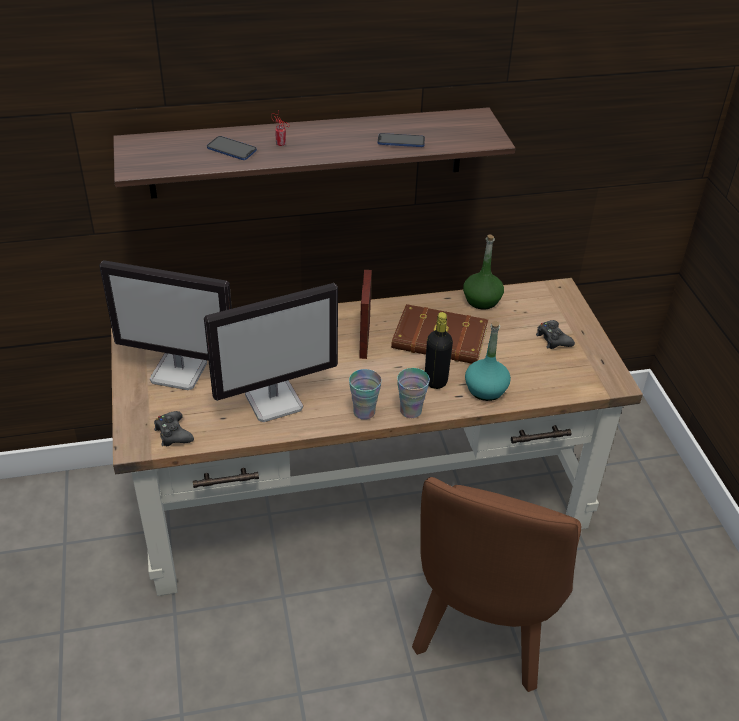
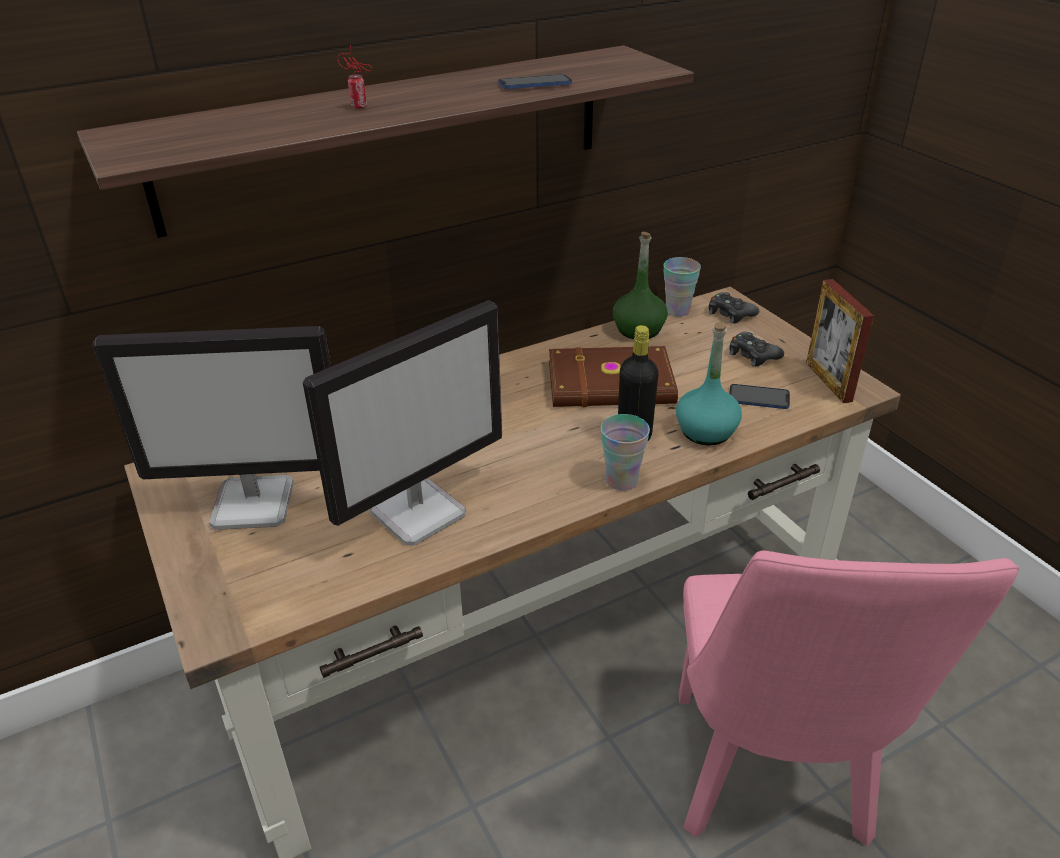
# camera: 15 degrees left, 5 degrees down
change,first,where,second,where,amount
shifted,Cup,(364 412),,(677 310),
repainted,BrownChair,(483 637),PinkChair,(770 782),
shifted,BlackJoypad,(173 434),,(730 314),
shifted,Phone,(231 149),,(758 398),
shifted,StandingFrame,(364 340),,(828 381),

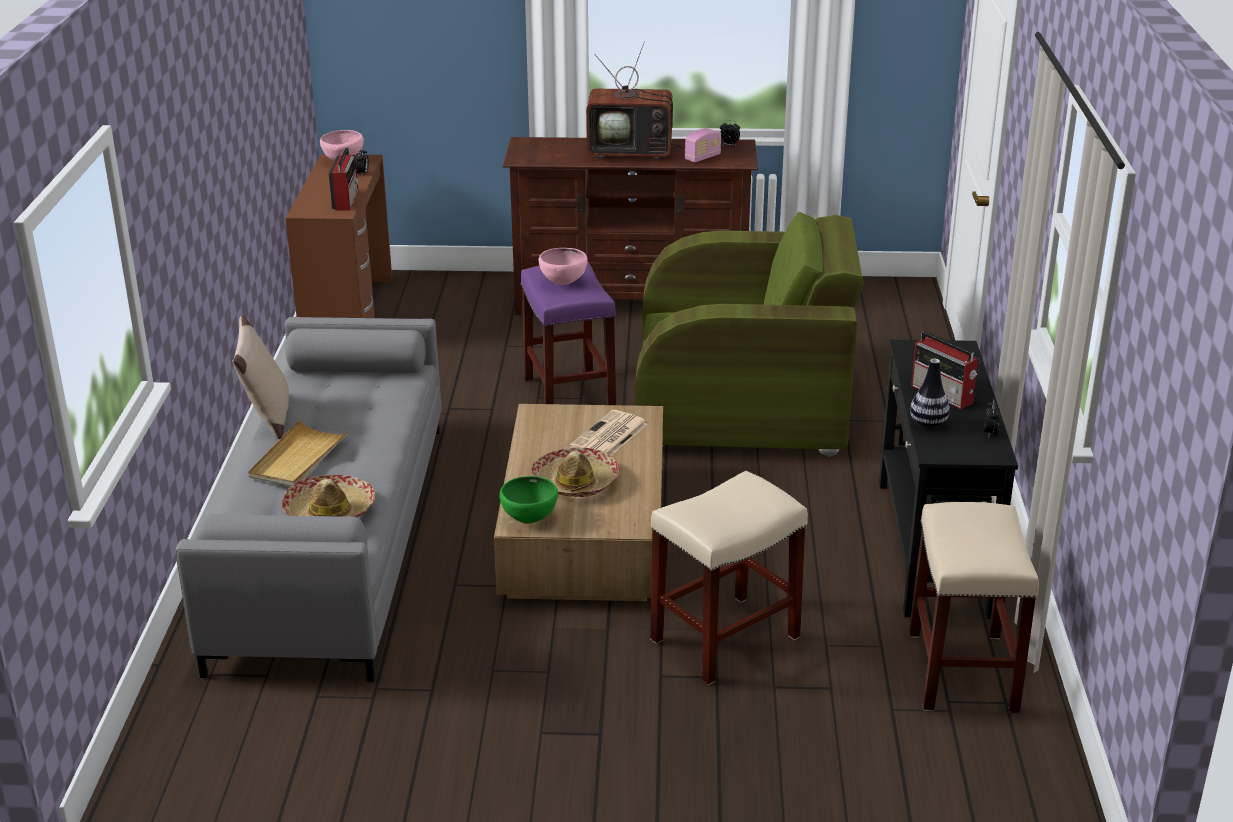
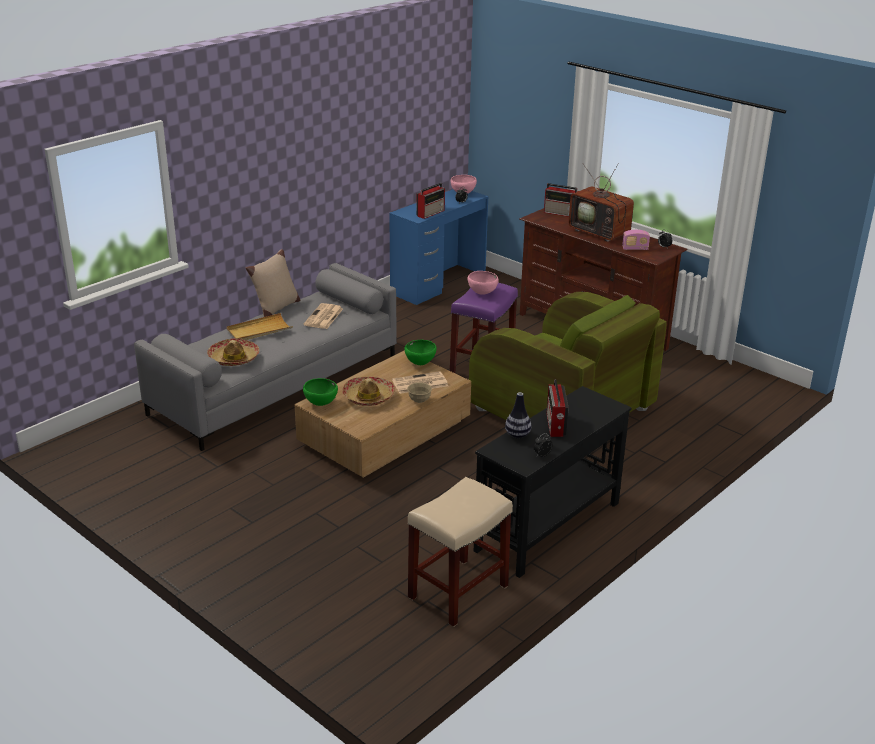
# camera: 40 degrees right, 0 degrees up
change,first,where,second,where,amount
new,,,DailyPaper,(323 317),
repainted,BrownDesk,(347 315),BlueColouredDesk,(438 283),
new,,,GreenishBowl,(420 363),
new,,,BeigeBowl,(419 400),
new,,,RadioReceiver,(561 213),
gone,BeigeStoolSeat,(725 638),,,

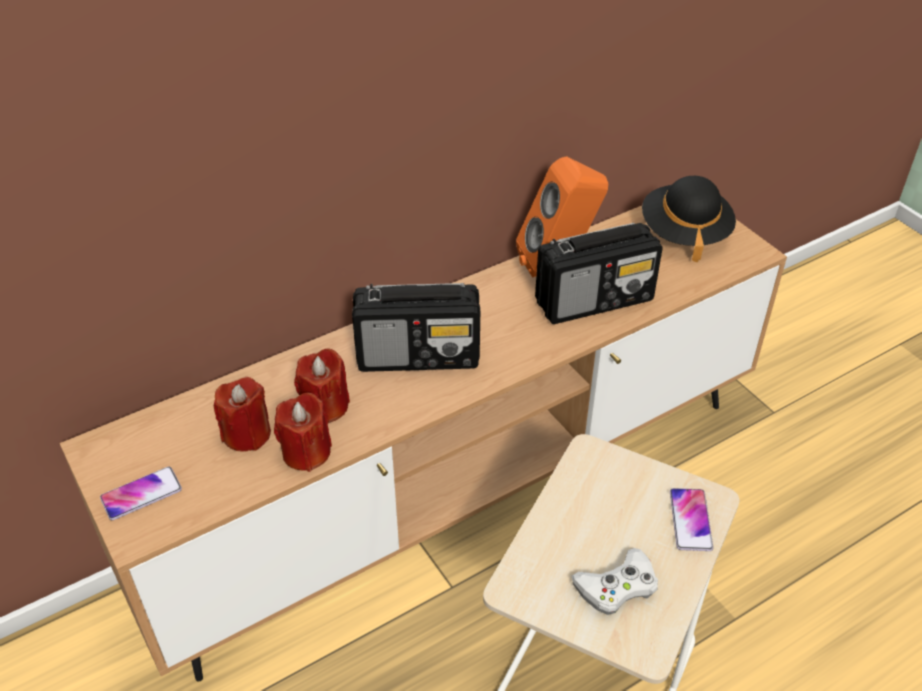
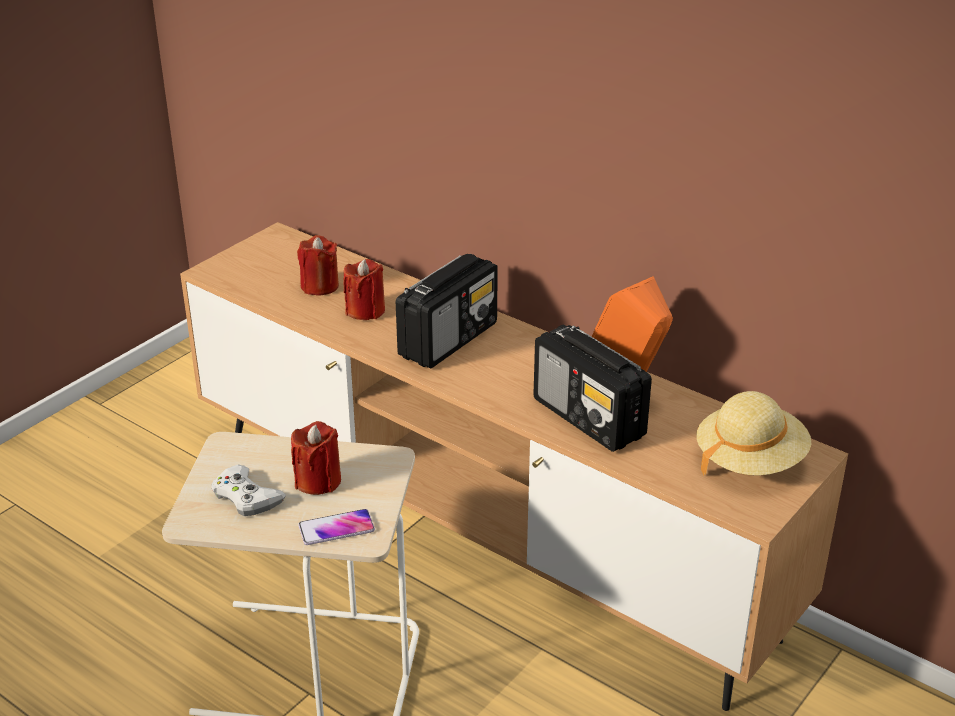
# camera: 70 degrees right, 10 degrees down
change,first,where,second,where,amount
shifted,ReddishWaxCandle,(306 452),,(318 481),
rotated,RadioReceiver,(419 356),,(449 339),120 degrees counterclockwise
repainted,BlackWearableHat,(684 233),BeigeWearableHat,(749 460),
gone,Phone,(141 494),,,

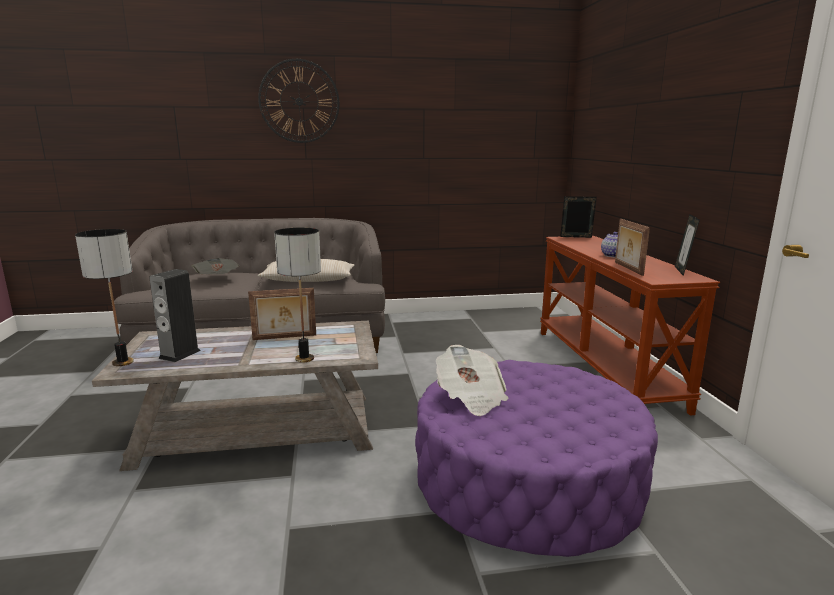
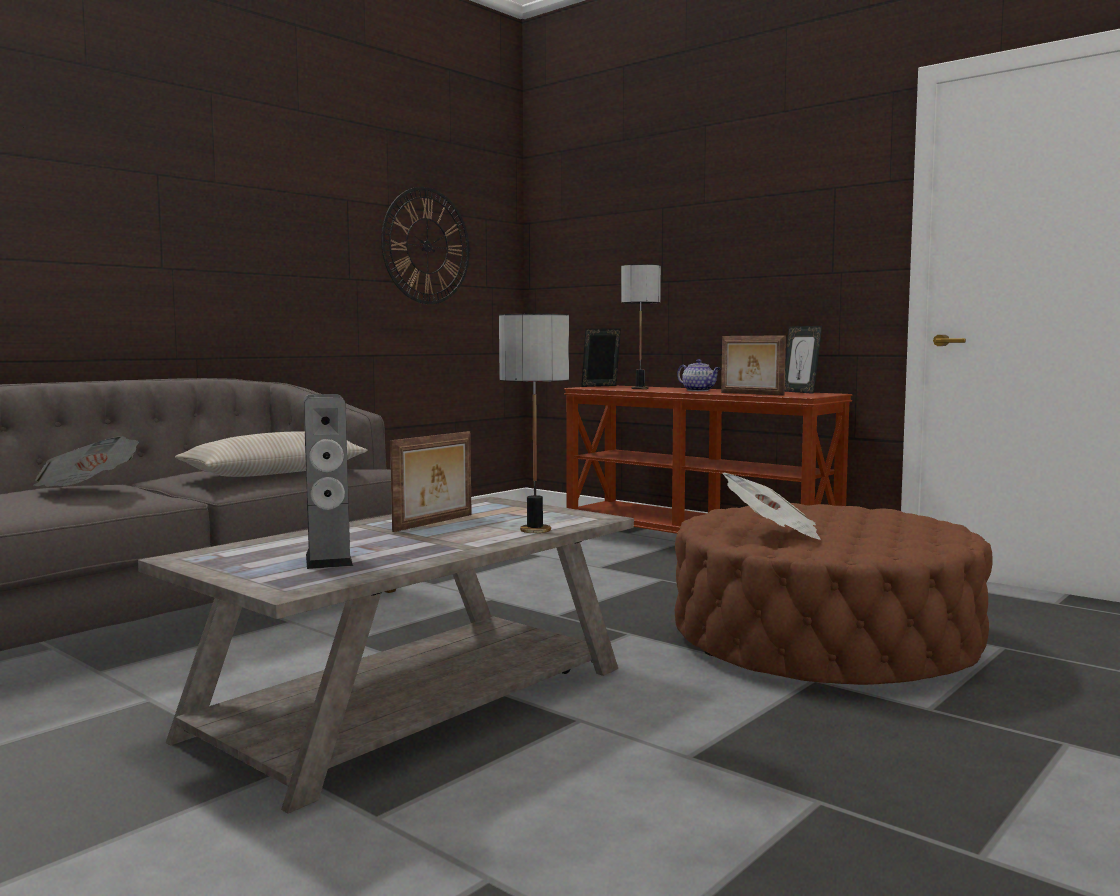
# camera: 40 degrees left, 10 degrees down
change,first,where,second,where,amount
shifted,HangingClock,(299 101),,(427 246),
shifted,TabletopLamp,(122 362),,(639 388),
repainted,PurplePouffe,(527 481),BrownPouffe,(823 641),

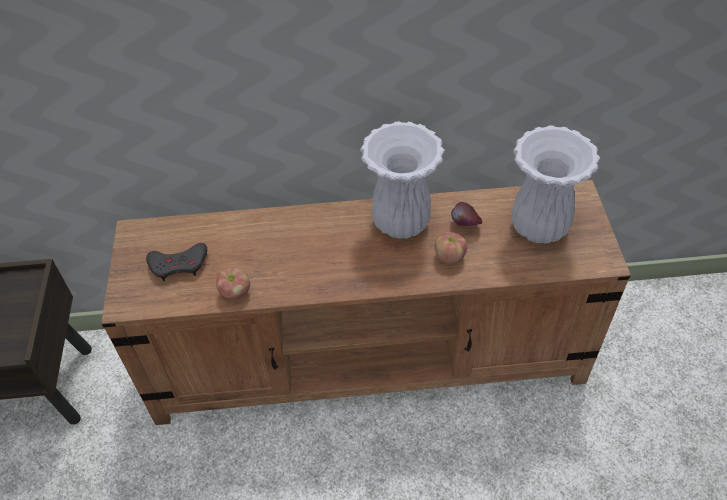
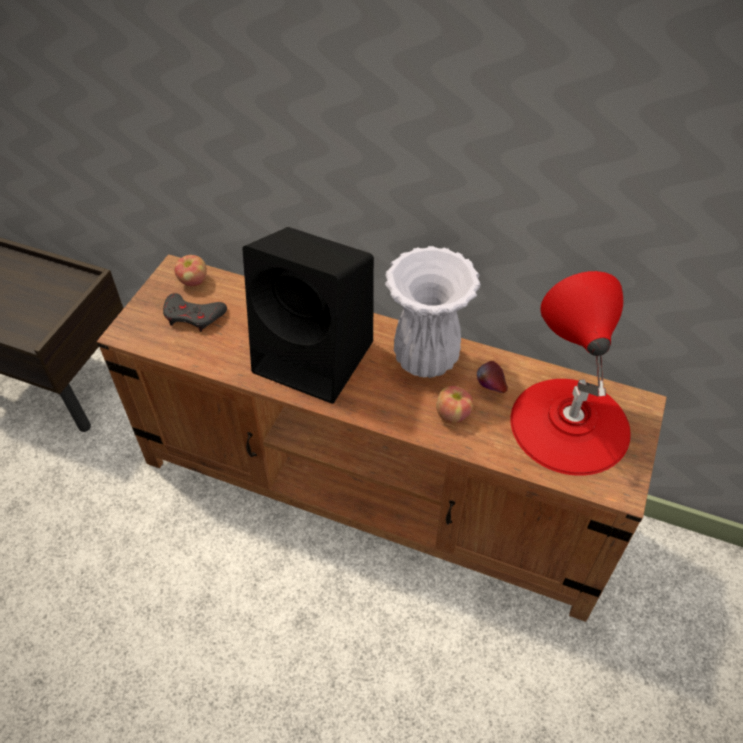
# camera: 25 degrees right, 0 degrees up
change,first,where,second,where,amount
shifted,Apple,(236 292),,(193 281),
new,,,BlackLoudspeaker,(317 357),
swapped,WhiteColouredFlowerVase,(539 228),ReddishTabletopLamp,(569 424),

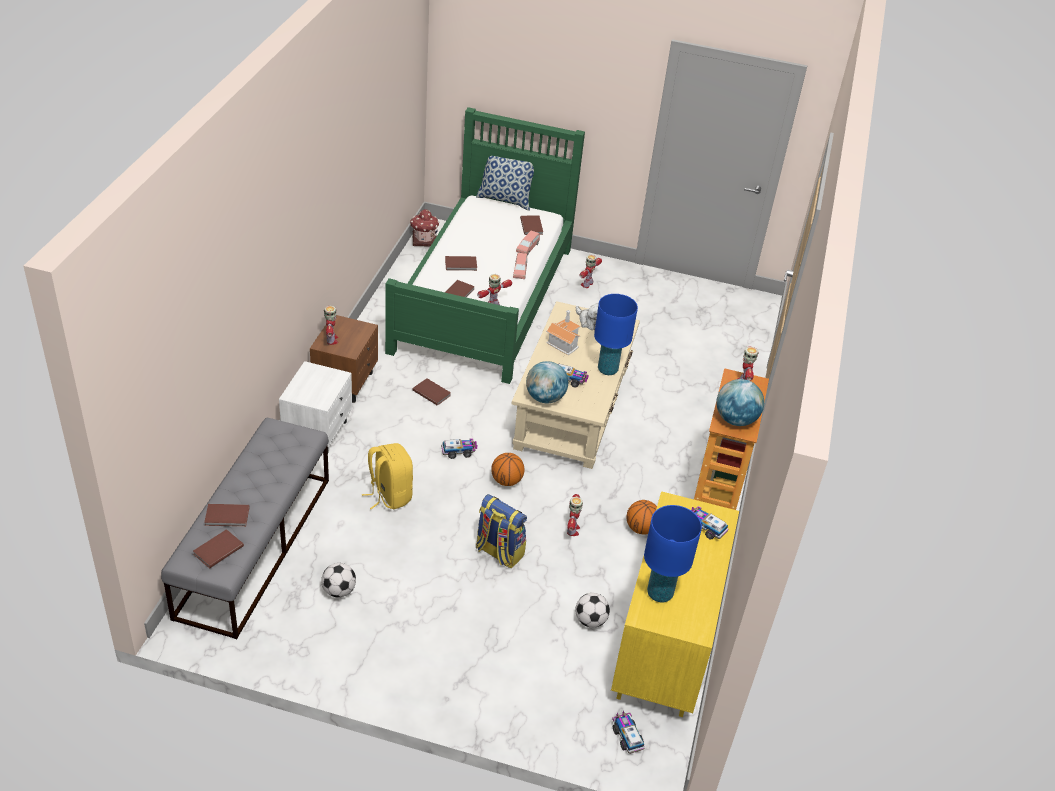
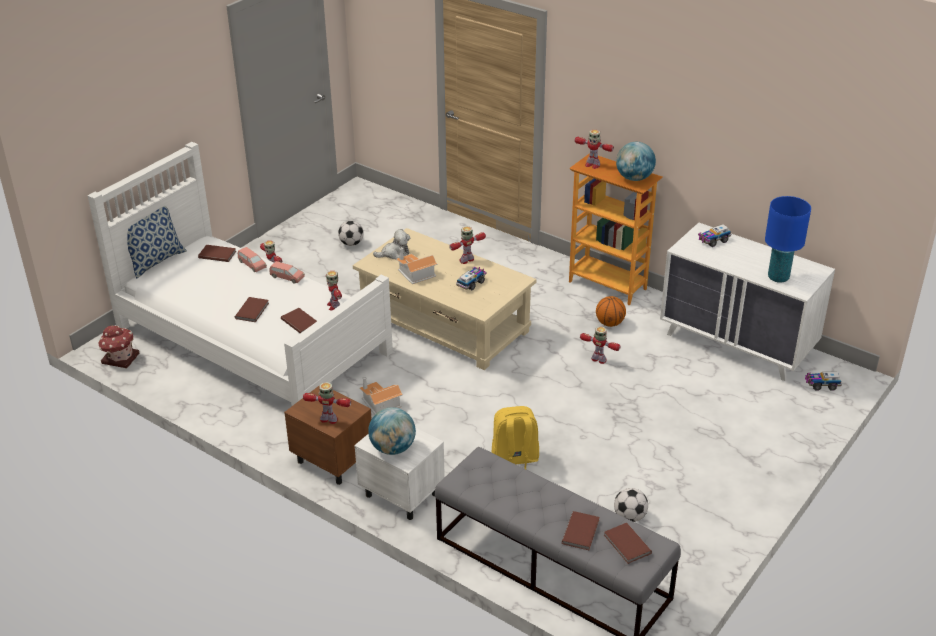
# camera: 65 degrees left, 5 degrees down
change,first,where,second,where,amount
repainted,GreenishBedroomBed,(484 298),WhiteColouredBedroomBed,(251 339),
shifted,Football,(590 621),,(351 244),
swapped,BrownBook,(432 392),MiniatureHouse,(379 404),
shifted,Globe,(545 398),,(392 448),
swapped,BlueColouredTabletopLamp,(607 369),ToyRobot,(467 260),
repainted,YellowColouredChestOfDrawers,(664 646),WhiteColouredChestOfDrawers,(737 344),
gone,ToyLorry,(459 452),,,
gone,Backpack,(498 552),,,
gone,BasketballBall,(506 481),,,

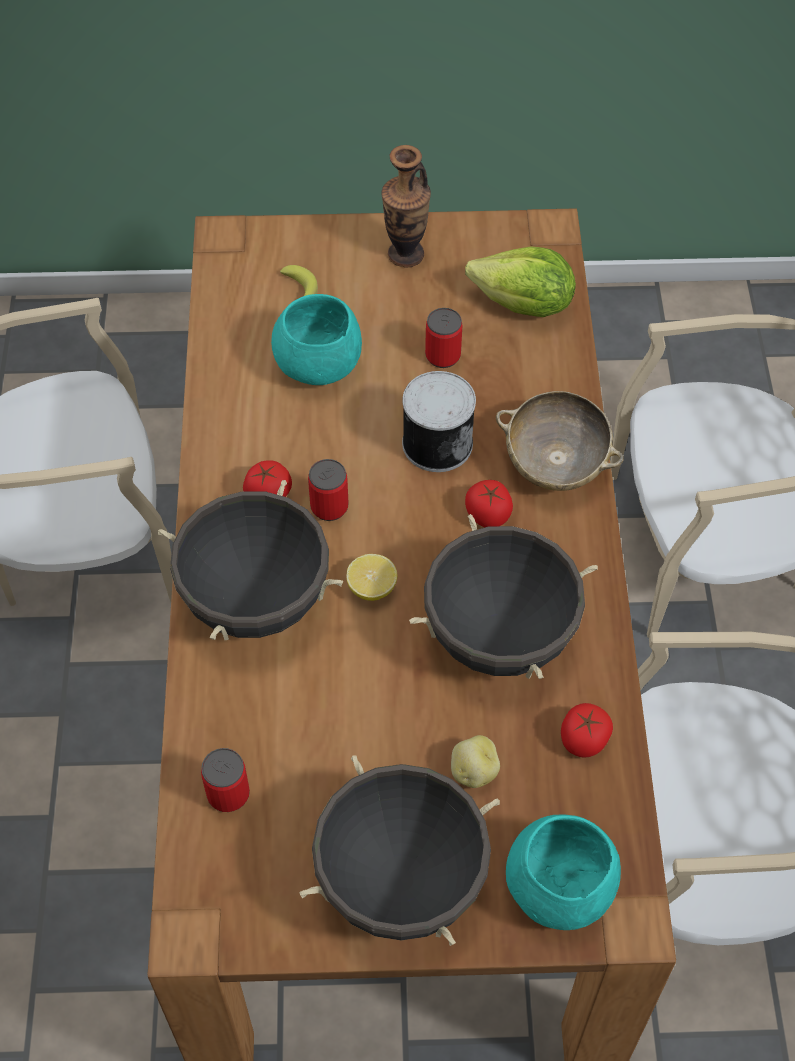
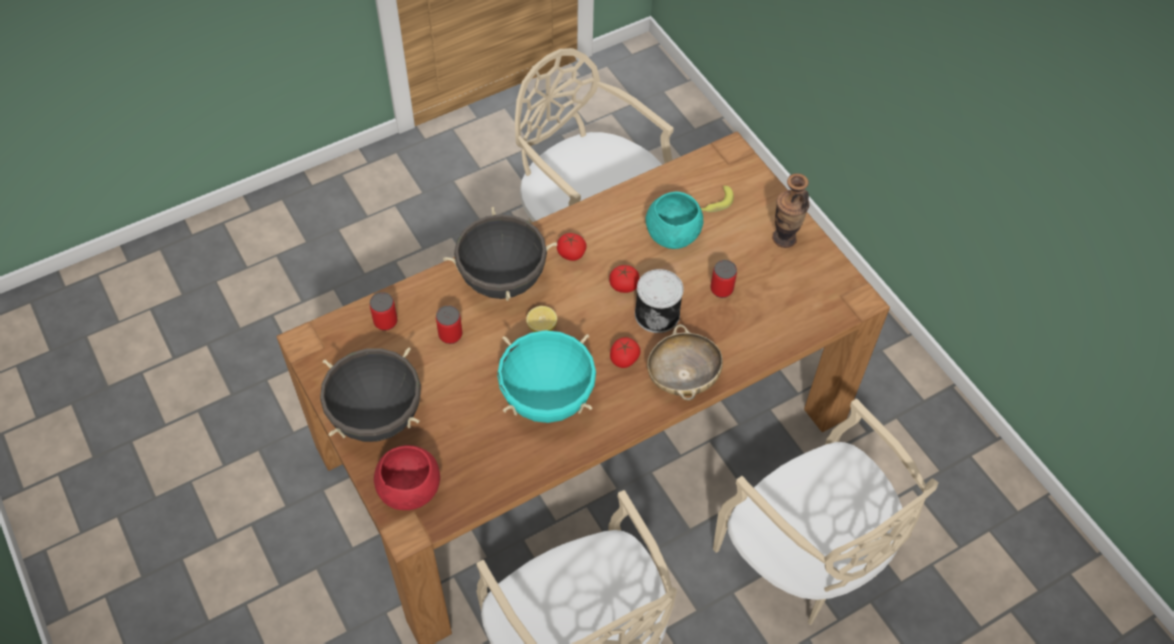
# camera: 60 degrees right, 0 degrees up
change,first,where,second,where,amount
repainted,BlueGreenBowl,(559 889),ReddishBowl,(409 490),
shifted,SealedCan,(329 507),,(450 335),
repainted,BlackSaucepot,(499 637),BlueGreenSaucepot,(547 399),
shifted,WholeTomato,(583 740),,(623 286),
gone,Potato,(473 771),,,
gone,Lettuce,(523 305),,,

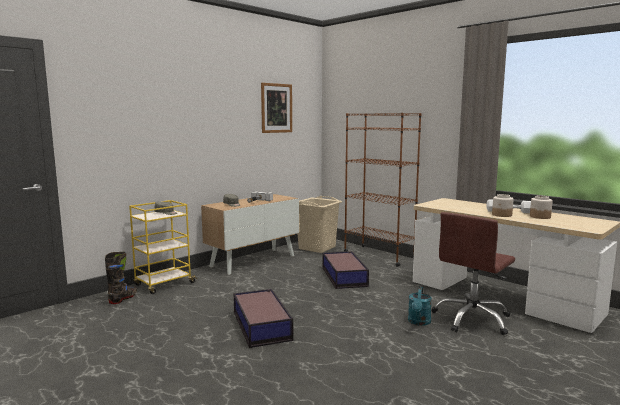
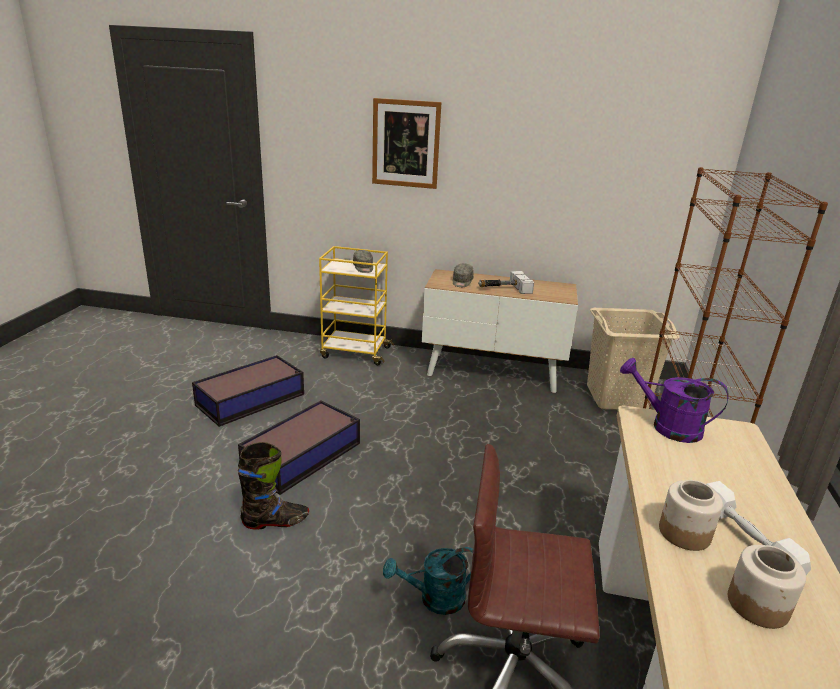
# camera: 55 degrees right, 15 degrees up
change,first,where,second,where,amount
shifted,StorageBox,(344 276),,(252 399),
shifted,BlackTallBoot,(123 298),,(275 521),
shifted,WallArt,(276 108),,(406 144),
new,,,PurpleWateringCan,(667 427),

